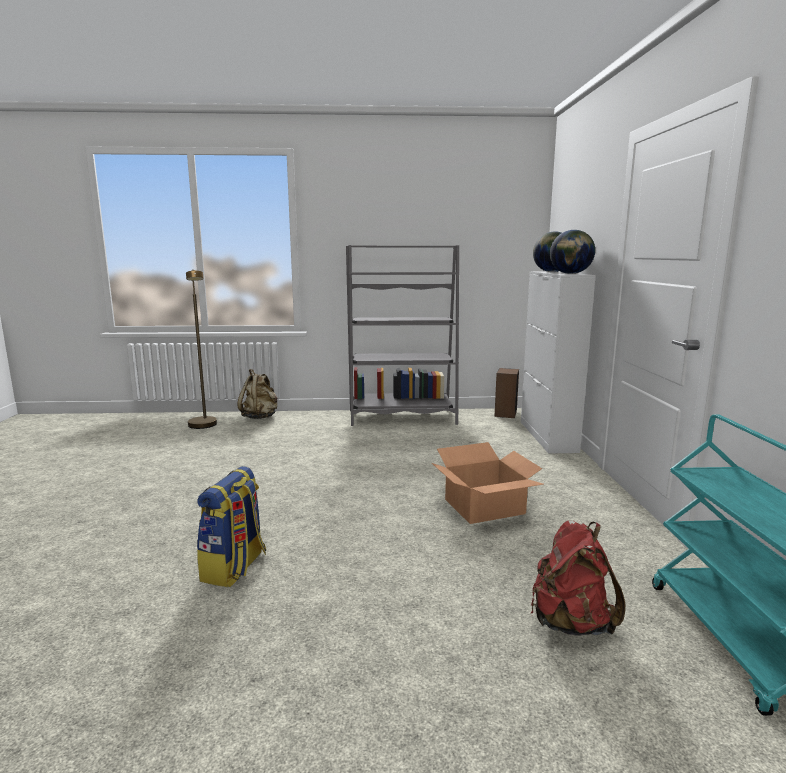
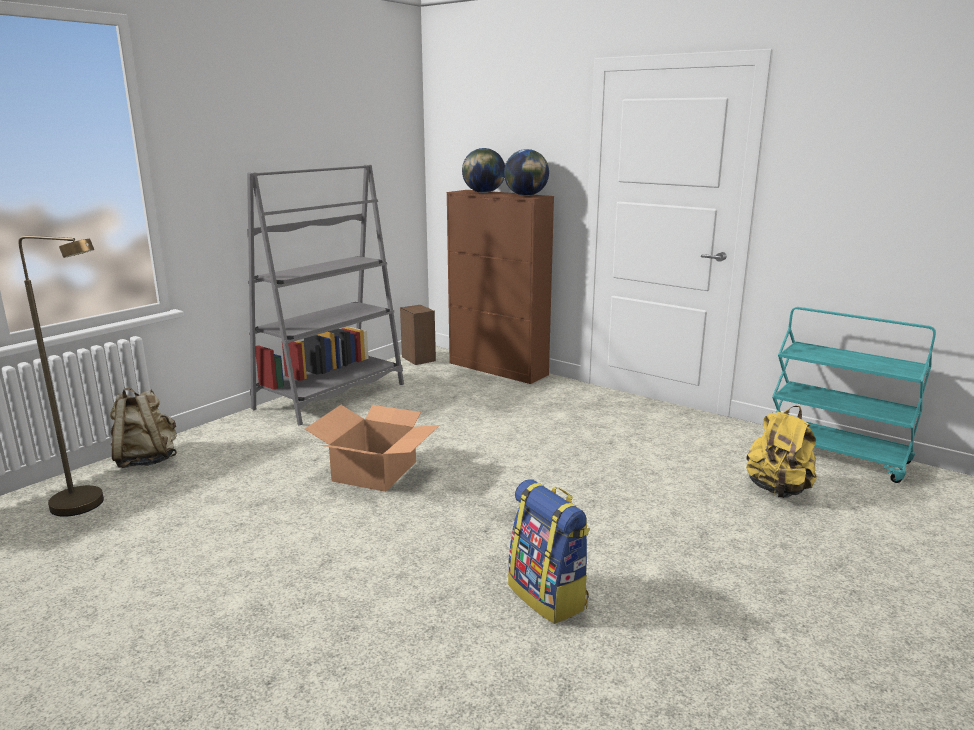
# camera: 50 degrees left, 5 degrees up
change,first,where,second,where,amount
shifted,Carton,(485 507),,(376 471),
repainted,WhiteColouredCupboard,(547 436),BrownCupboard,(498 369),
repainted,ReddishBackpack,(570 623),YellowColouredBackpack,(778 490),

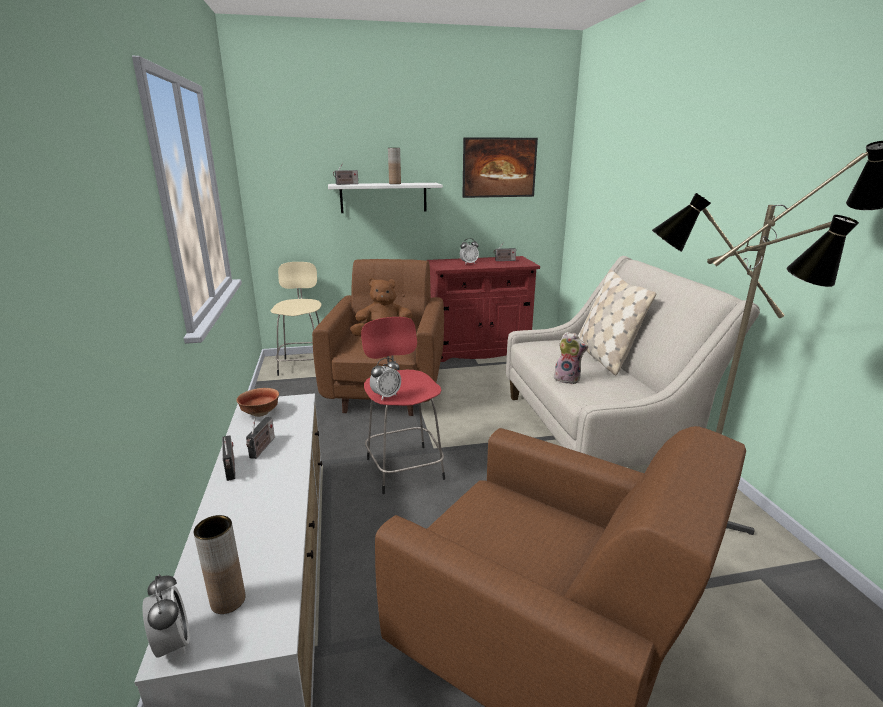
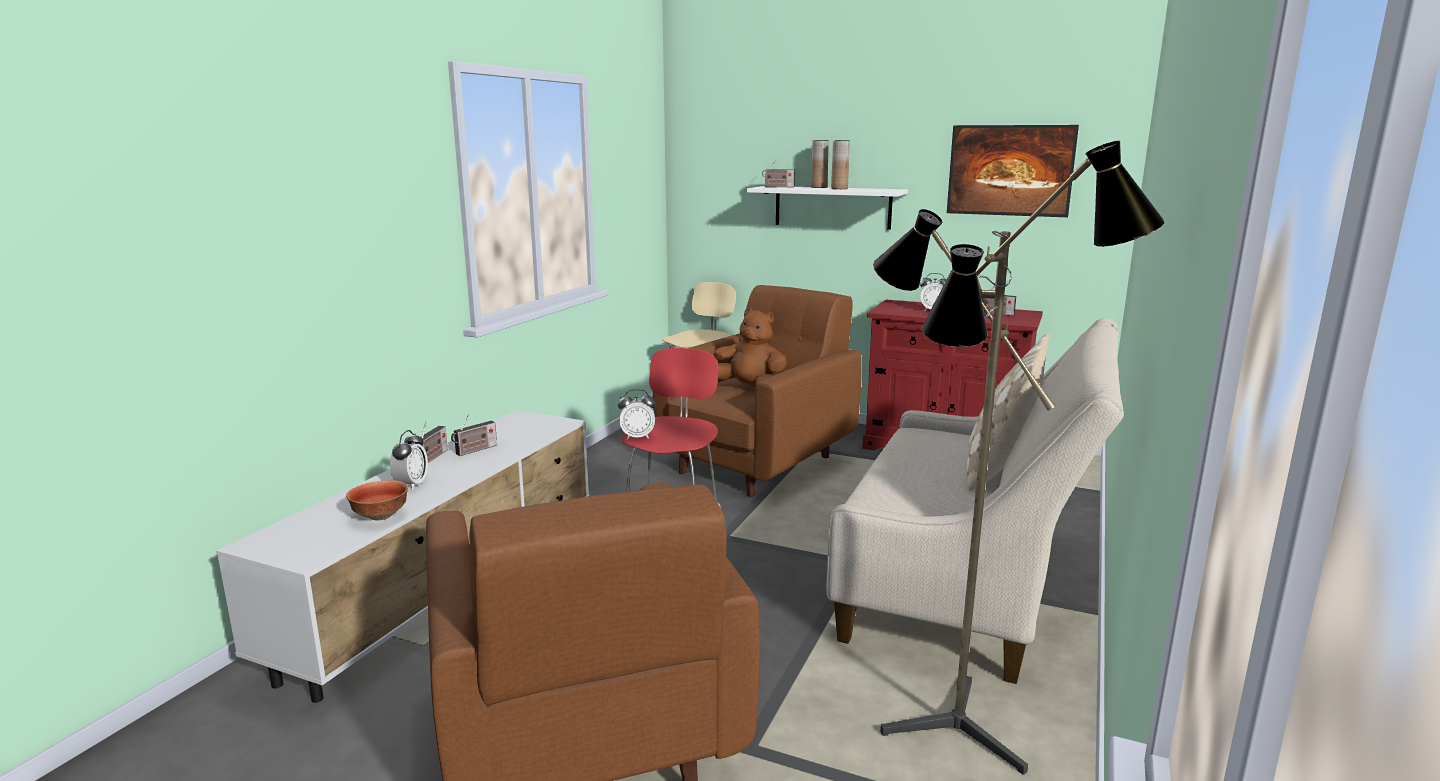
# camera: 35 degrees right, 5 degrees down
change,first,where,second,where,amount
shifted,Bowl,(259 413),,(379 516),
shifted,TableClock,(173 644),,(411 485),
shifted,BrownFlowerVase,(228 600),,(819 187),
gone,CuddlyToy,(568 379),,,

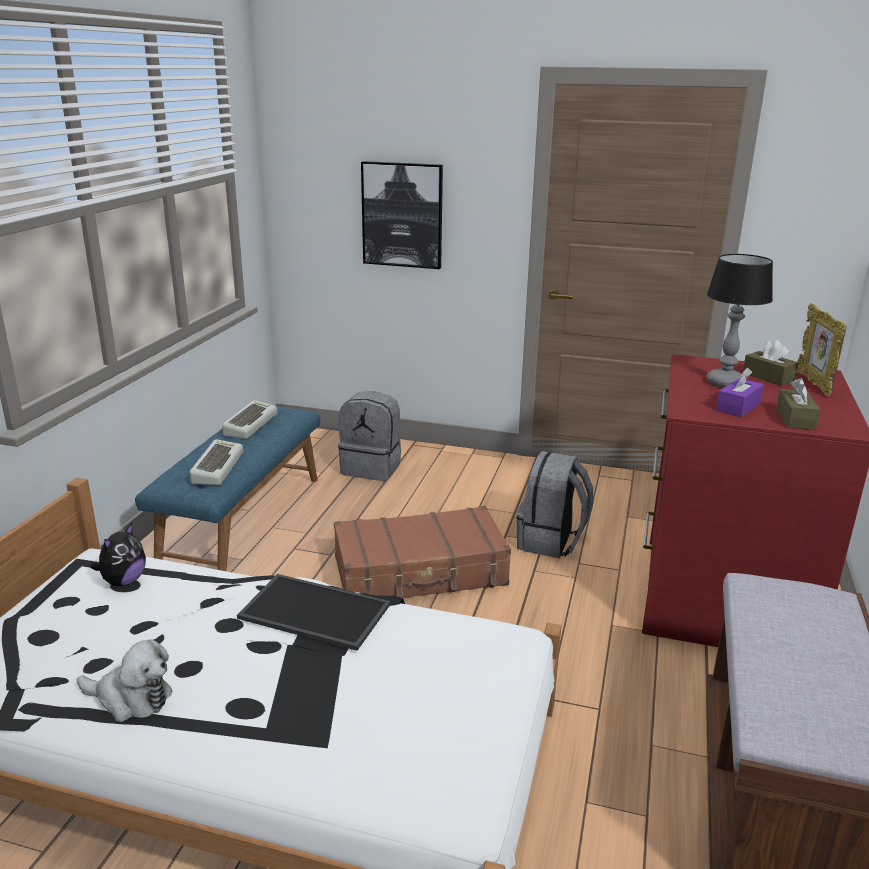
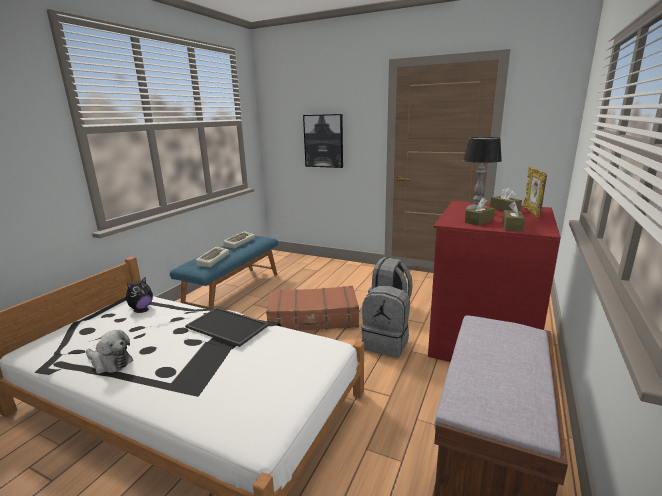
# camera: 10 degrees right, 5 degrees down
change,first,where,second,where,amount
shifted,GrayBackpack,(372 468),,(386 344),
repainted,PurpleBoxOfTissues,(738 407),BrownBoxOfTissues,(479 221),

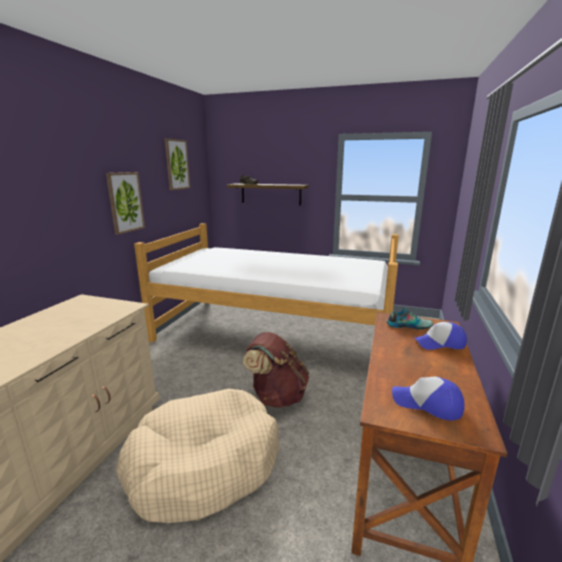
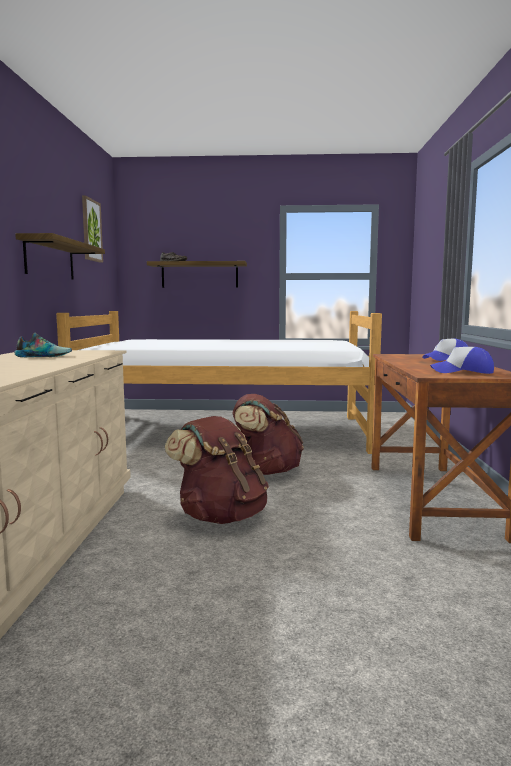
# camera: 15 degrees left, 10 degrees down
change,first,where,second,where,amount
swapped,WallArt,(125 202),BracketShelf,(50 259),
shifted,LowShoe,(408 325),,(44 356),
swapped,BeigeDogCushion,(203 464),BrownBackpack,(221 516),

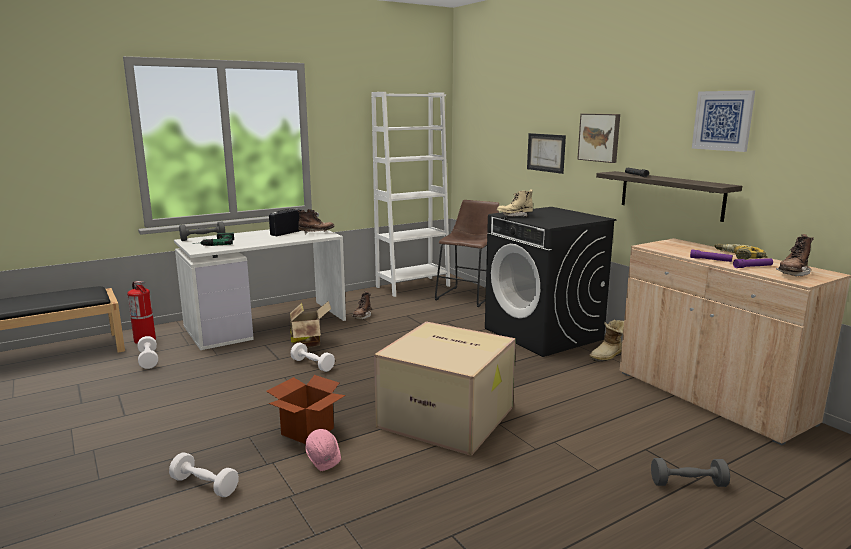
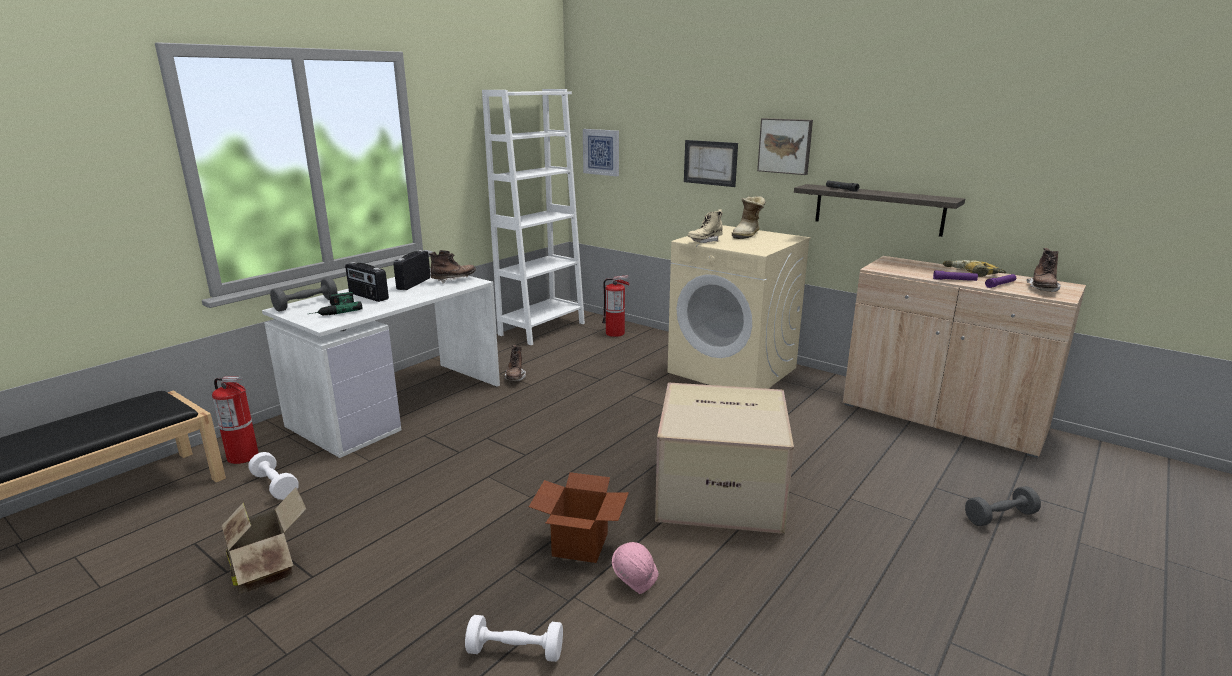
# camera: 20 degrees left, 5 degrees up
change,first,where,second,where,amount
shifted,Carton,(308 342),,(268 569),
new,,,RadioReceiver,(368 296),
shifted,WallArt,(723 120),,(601 152),
swapped,BrownStoolSeat,(468 296),Extinguisher,(615 333),
repainted,BlackLaundryAppliance,(544 334),BeigeLaundryAppliance,(733 370),
shifted,TallBoot,(608 356),,(748 235),
gone,WhiteColouredDumbbell,(312 365),,,

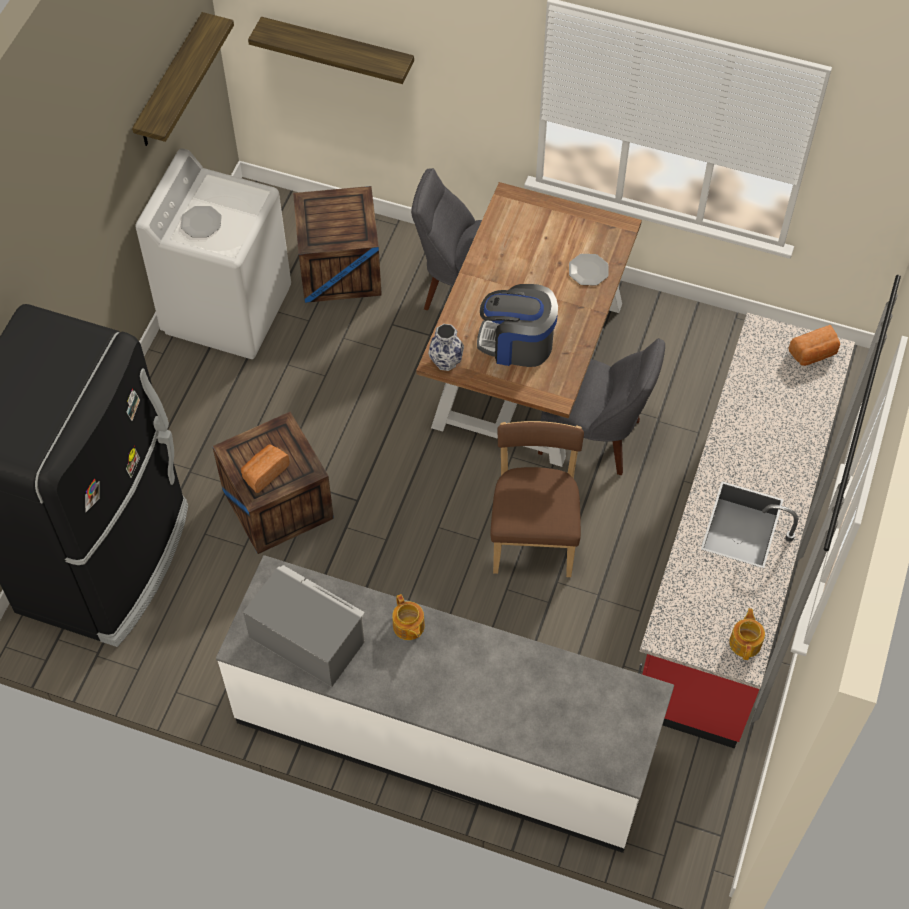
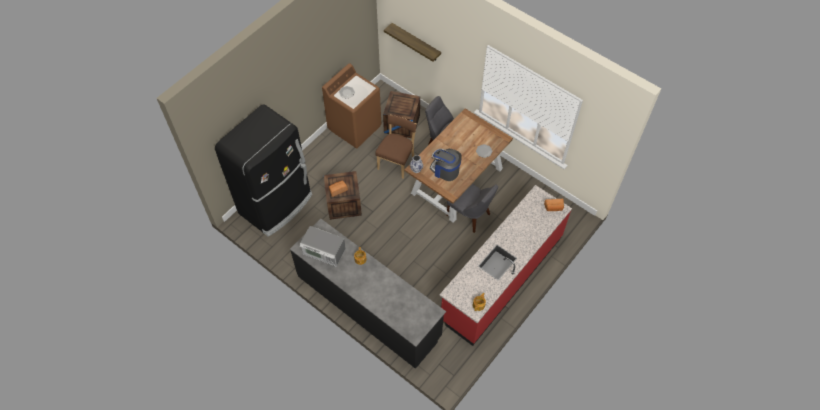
# camera: 20 degrees right, 0 degrees up
change,first,where,second,where,amount
repainted,WhiteColouredCounter,(444 736),BlackCounter,(369 306),
rotated,MicrowaveOven,(308 637),,(324 252),150 degrees clockwise
repainted,WhiteColouredLaundryAppliance,(227 309),BrownLaundryAppliance,(355 127),
shifted,BrownChair,(534 535),,(397 161),
gone,BracketShelf,(170 83),,,

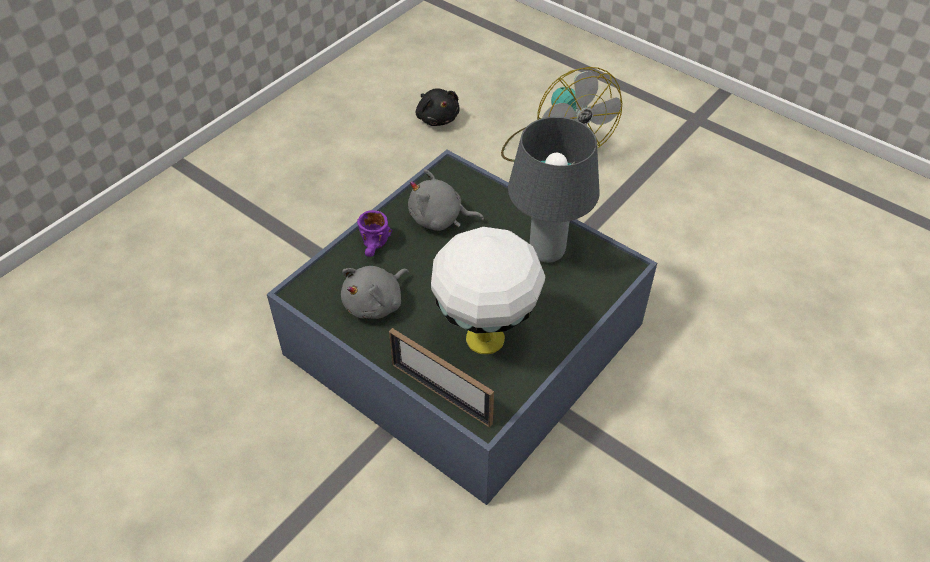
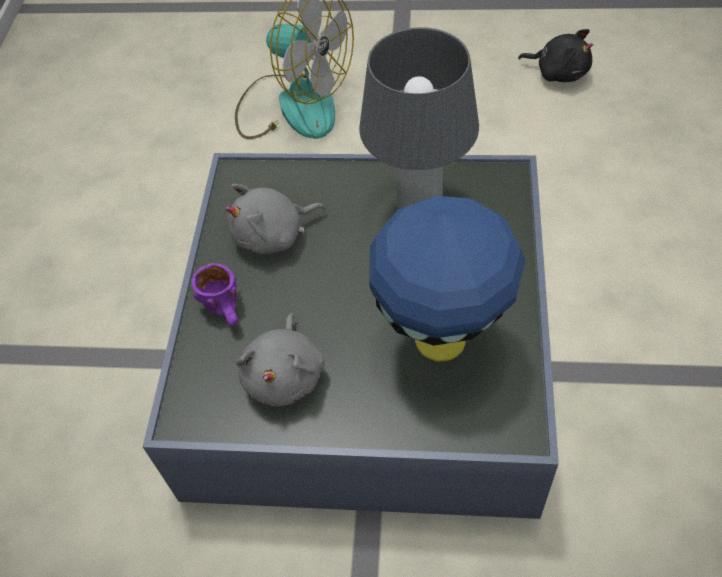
# camera: 30 degrees left, 5 degrees up
change,first,where,second,where,amount
repainted,WhiteColouredTabletopLamp,(485 340),BlueColouredTabletopLamp,(442 341),
shifted,BlackCuddlyToy,(437 118),,(558 72),
gone,StandingFrame,(441 393),,,

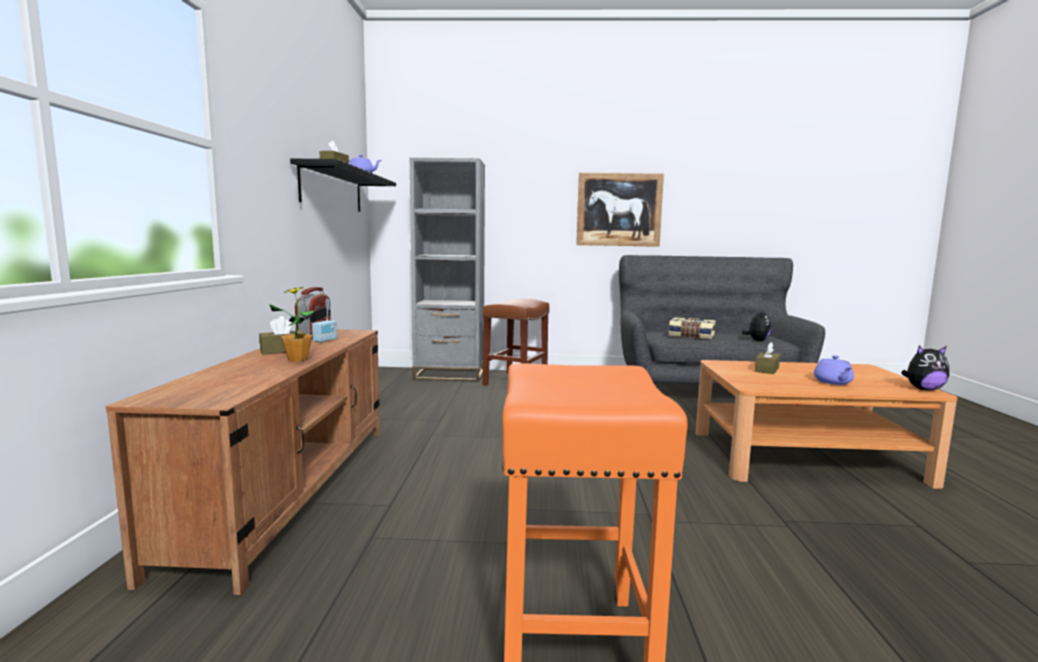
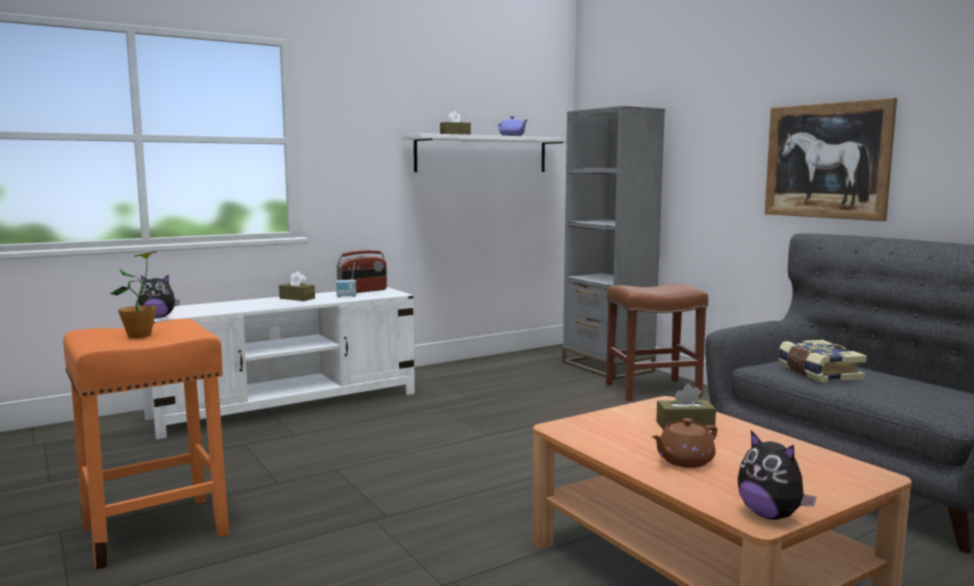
# camera: 55 degrees right, 0 degrees up
change,first,where,second,where,amount
shifted,PlantInAPot,(297 359),,(139 336),
shifted,CuddlyToy,(757 340),,(158 317),
repainted,BrownMediaConsole,(291 488),WhiteColouredMediaConsole,(288 405),
repainted,BlackBracketShelf,(332 190),WhiteColouredBracketShelf,(482 154),
repainted,PurpleTeapot,(833 382),BrownTeapot,(684 461),

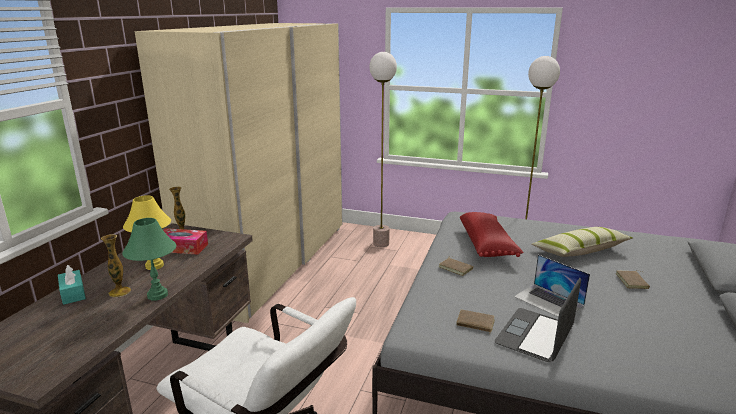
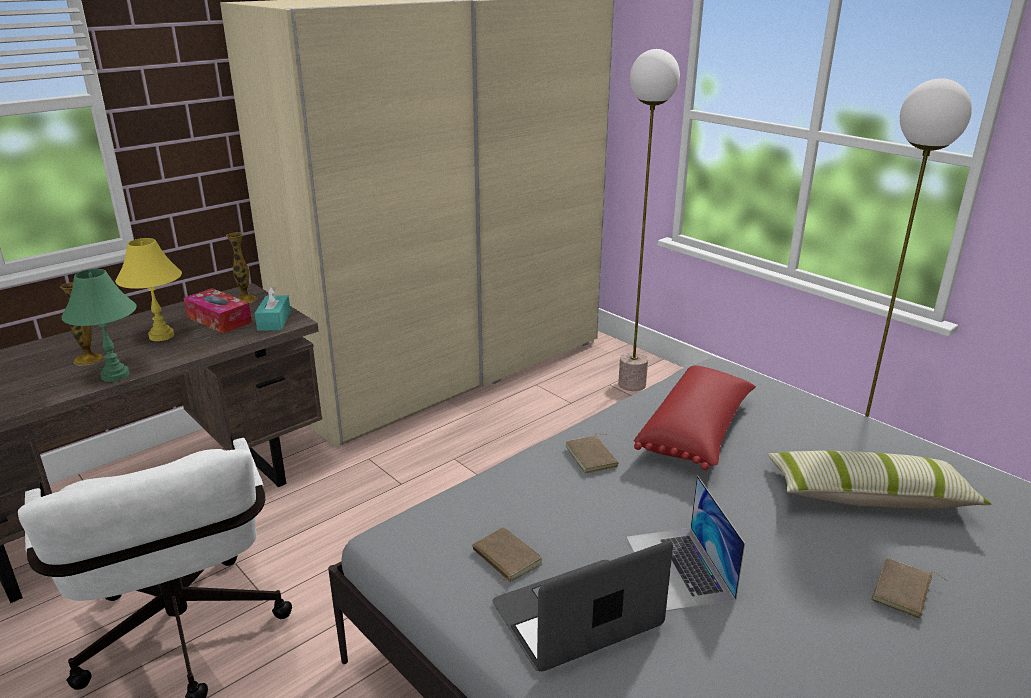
# camera: 30 degrees right, 5 degrees up
change,first,where,second,where,amount
shifted,BlueGreenBoxOfTissues,(73 293),,(274 321),

